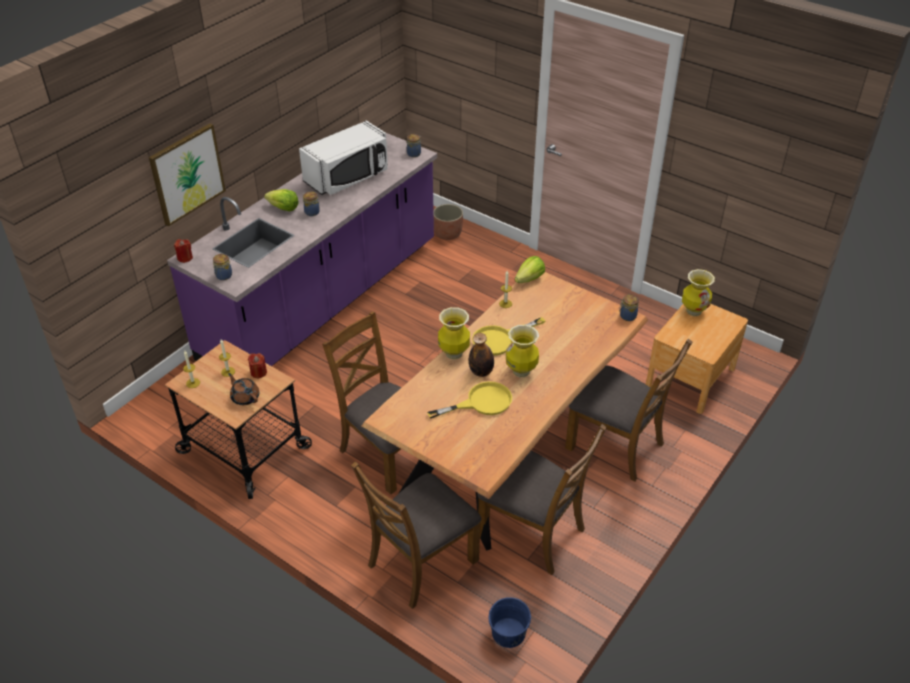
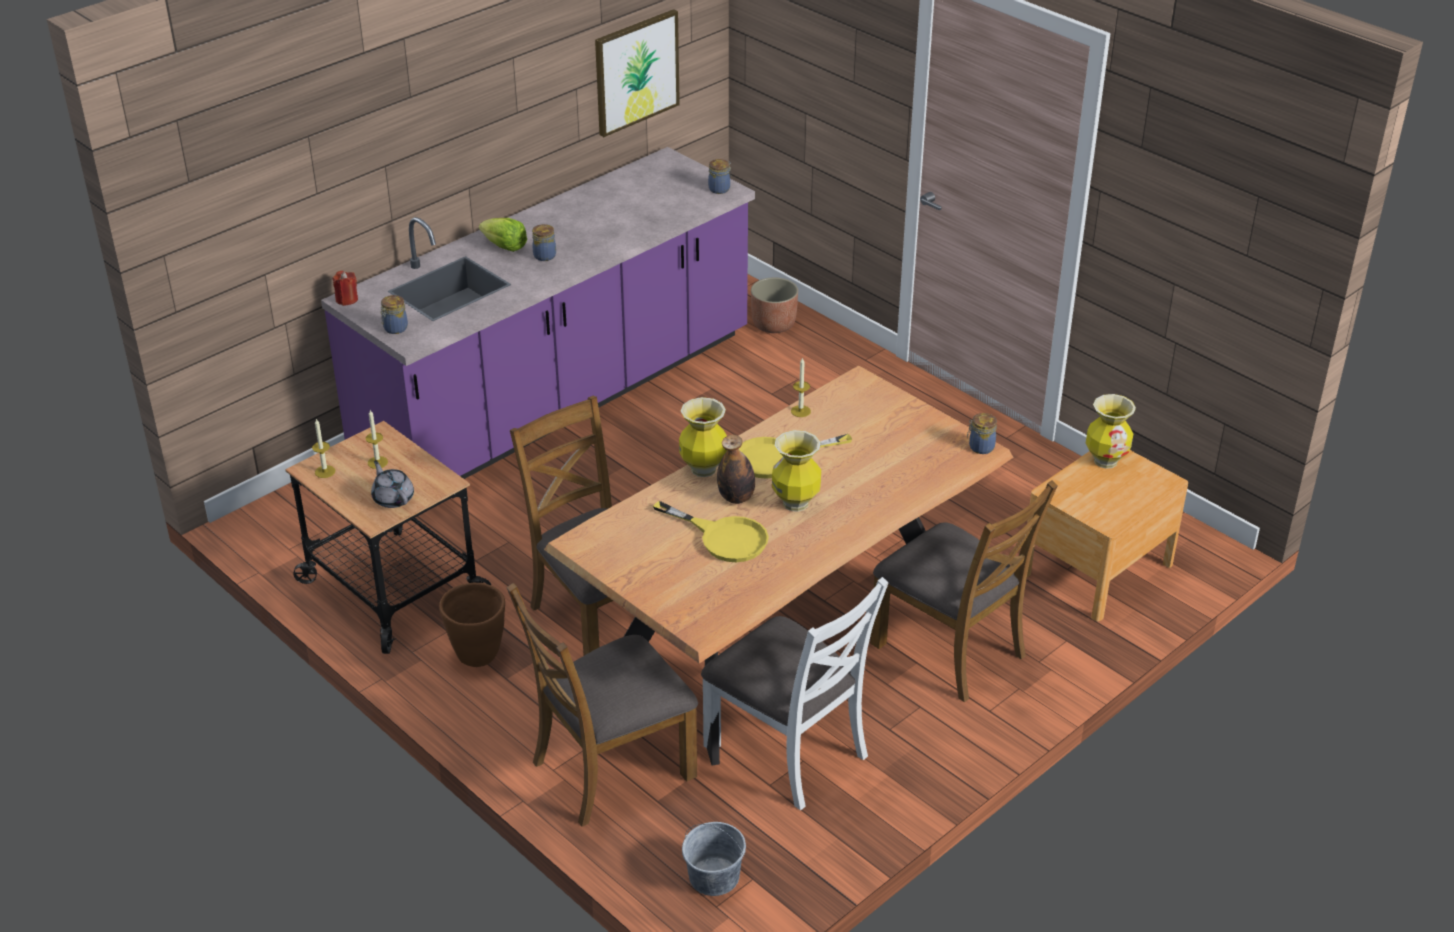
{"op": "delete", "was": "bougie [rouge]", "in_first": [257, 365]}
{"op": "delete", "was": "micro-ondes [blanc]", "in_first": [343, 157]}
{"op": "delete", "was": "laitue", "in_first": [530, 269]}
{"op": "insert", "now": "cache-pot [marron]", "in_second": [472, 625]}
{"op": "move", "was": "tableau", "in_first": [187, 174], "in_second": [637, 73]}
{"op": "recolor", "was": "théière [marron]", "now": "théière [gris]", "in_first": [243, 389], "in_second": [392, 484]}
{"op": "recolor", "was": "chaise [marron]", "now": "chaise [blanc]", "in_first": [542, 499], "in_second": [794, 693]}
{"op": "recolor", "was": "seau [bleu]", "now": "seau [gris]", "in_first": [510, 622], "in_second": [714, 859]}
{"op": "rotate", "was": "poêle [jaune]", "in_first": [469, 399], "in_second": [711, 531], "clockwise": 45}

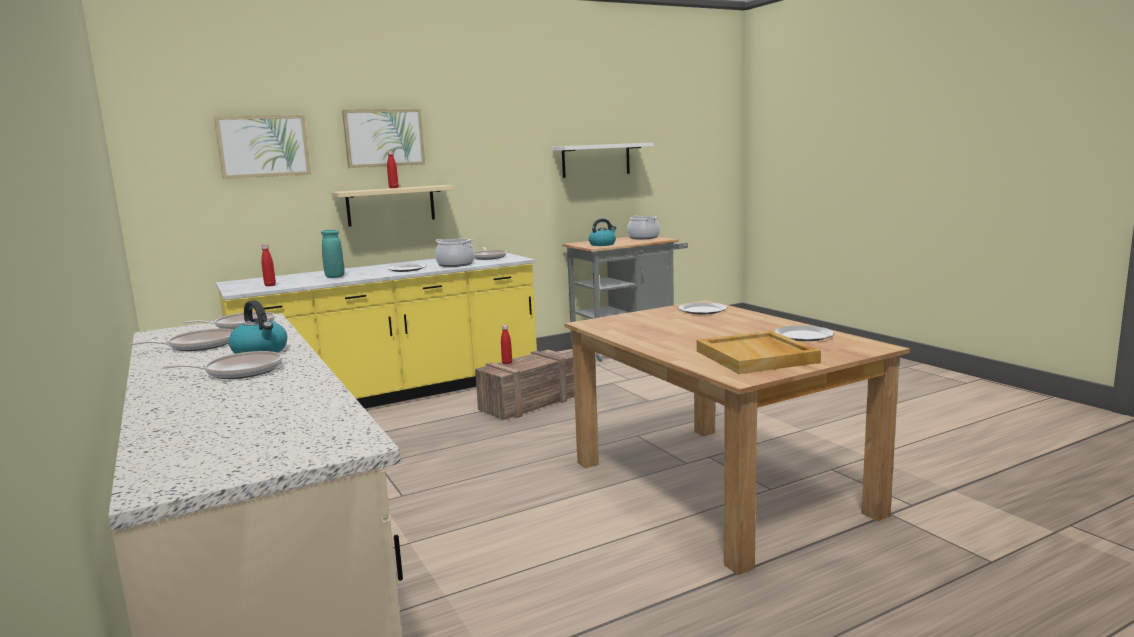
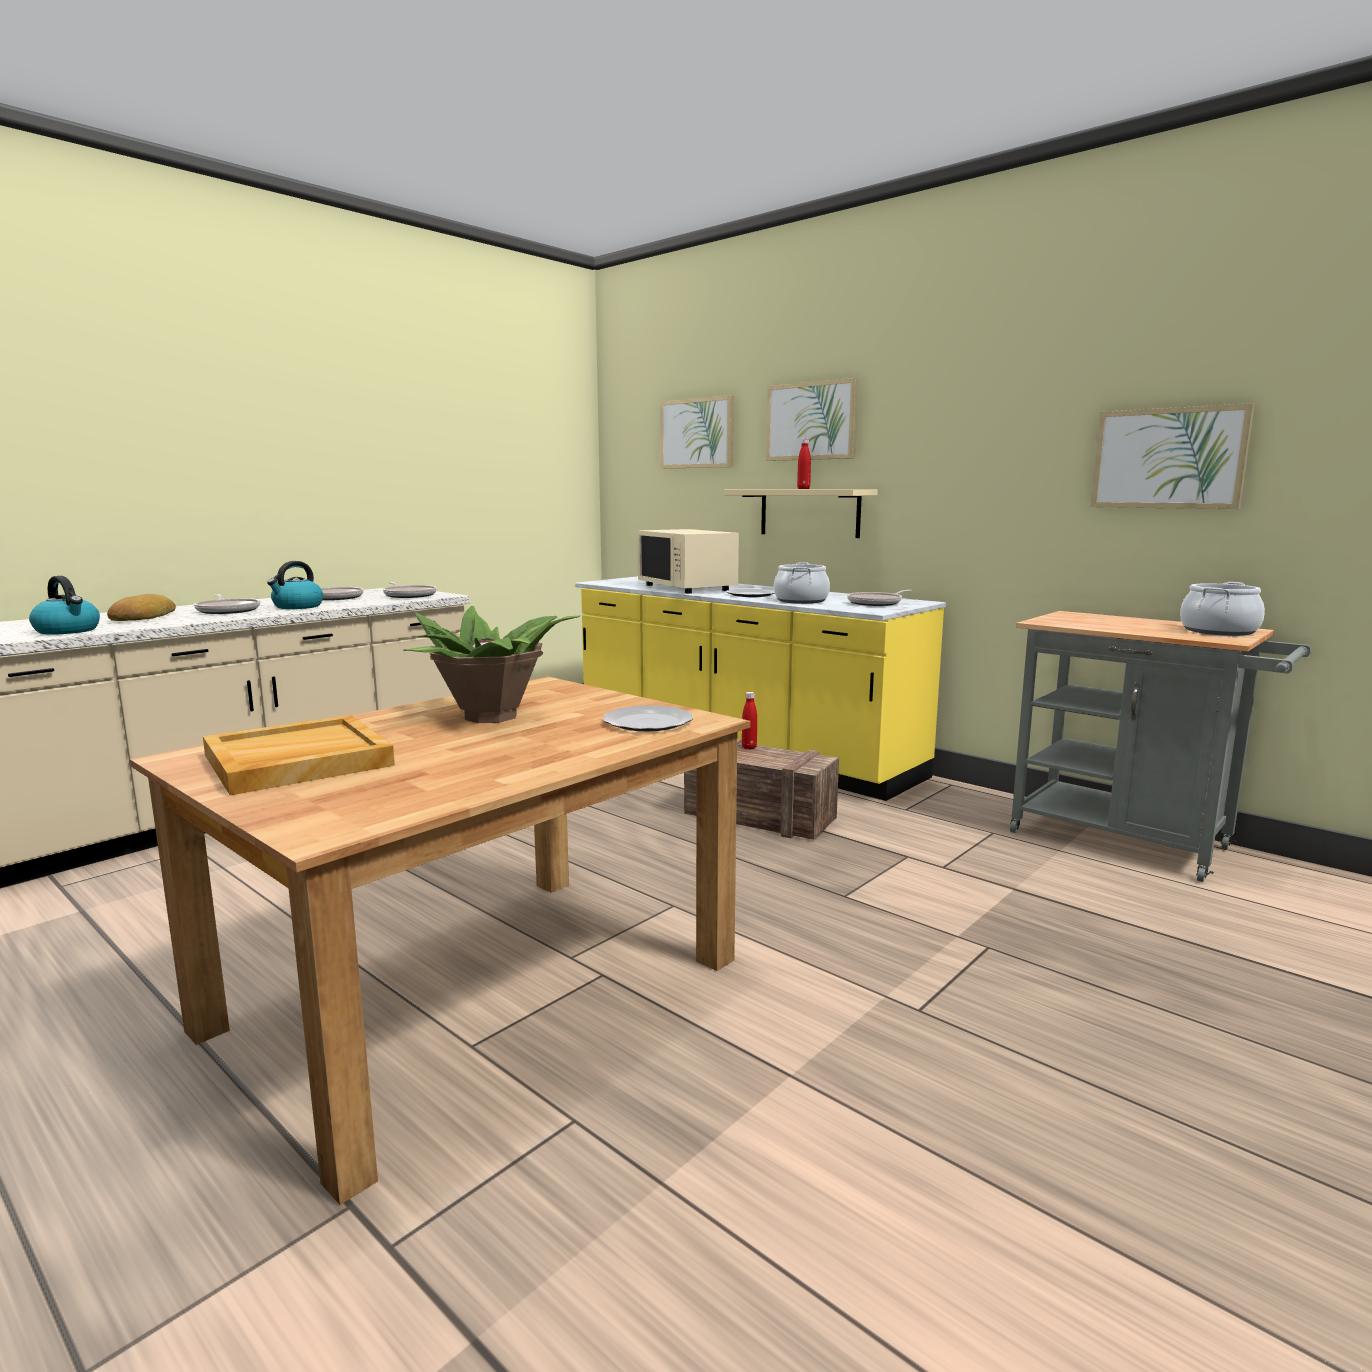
{"op": "delete", "was": "bouteille [rouge]", "in_first": [268, 265]}
{"op": "delete", "was": "assiette", "in_first": [804, 333]}
{"op": "insert", "now": "pain", "in_second": [141, 607]}
{"op": "insert", "now": "plante en pot", "in_second": [491, 664]}
{"op": "move", "was": "bouilloire", "in_first": [602, 232], "in_second": [64, 605]}
{"op": "replace", "was": "vase [turquoise]", "now": "micro-ondes [beige]", "in_first": [333, 254], "in_second": [688, 561]}
{"op": "replace", "was": "étagère [blanc]", "now": "tableau", "in_first": [602, 160], "in_second": [1173, 456]}

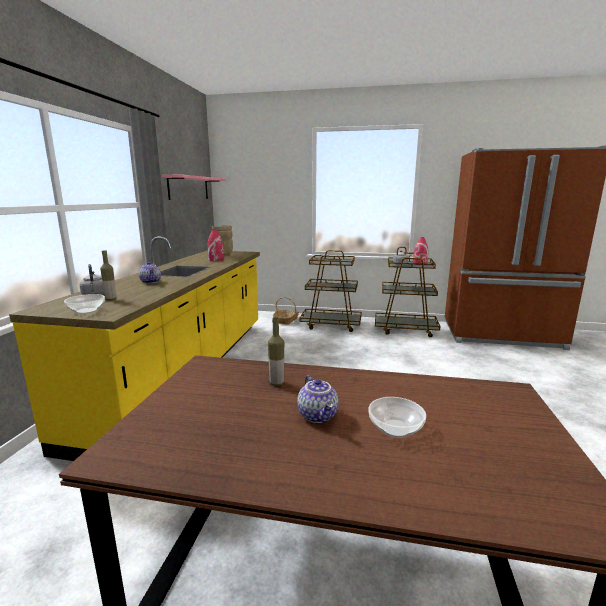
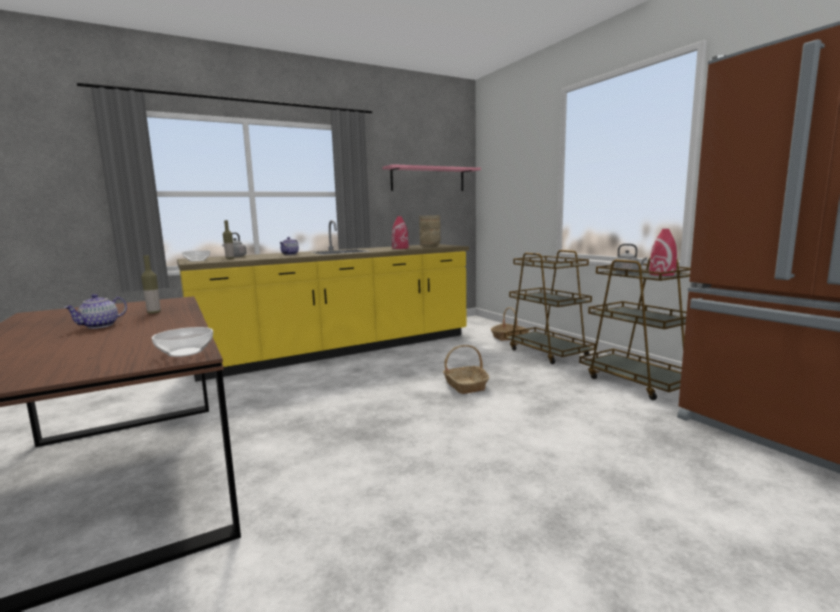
{"op": "insert", "now": "panier", "in_second": [466, 369]}
{"op": "move", "was": "bol", "in_first": [397, 417], "in_second": [182, 342]}

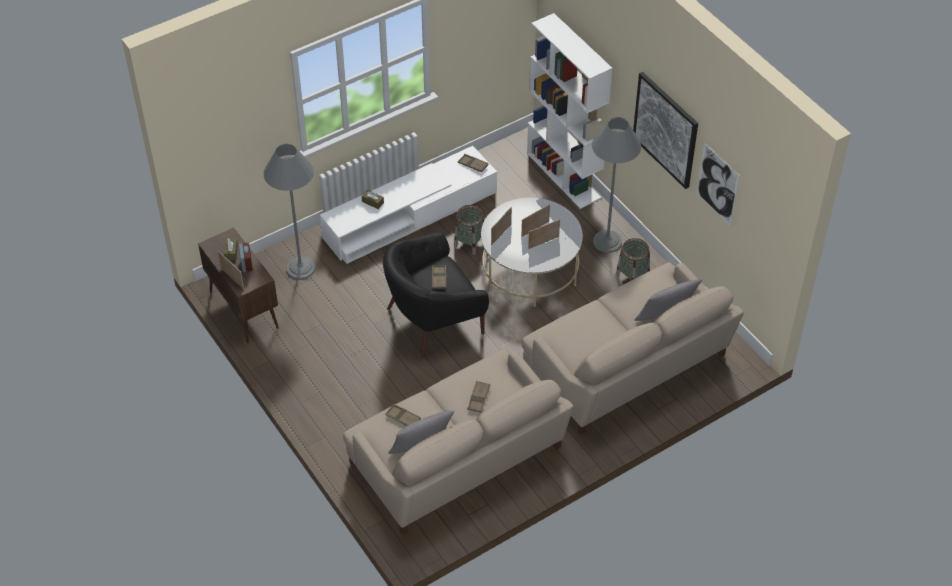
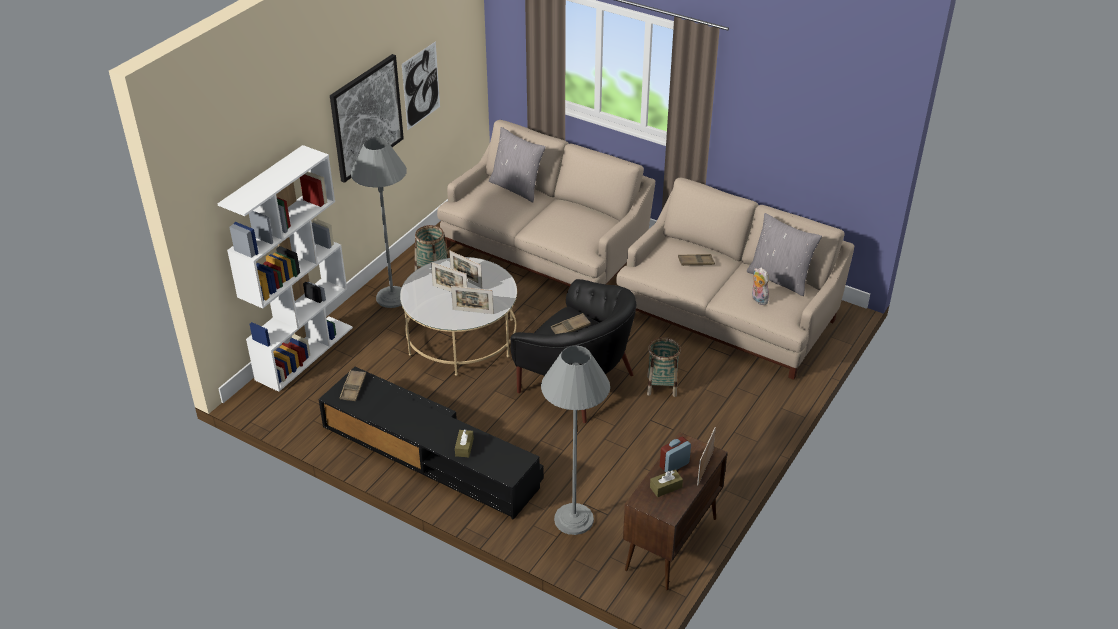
{"op": "move", "was": "panier", "in_first": [469, 230], "in_second": [664, 367]}
{"op": "replace", "was": "plateau [marron]", "now": "peluche", "in_first": [403, 415], "in_second": [760, 286]}
{"op": "recolor", "was": "meuble télé [blanc]", "now": "meuble télé [noir]", "in_first": [408, 205], "in_second": [431, 443]}

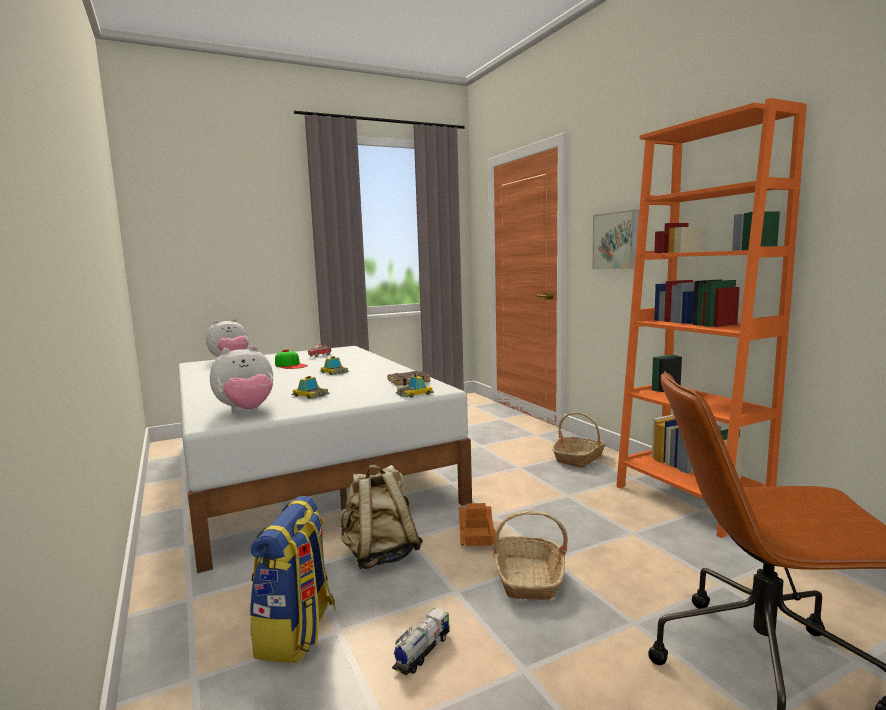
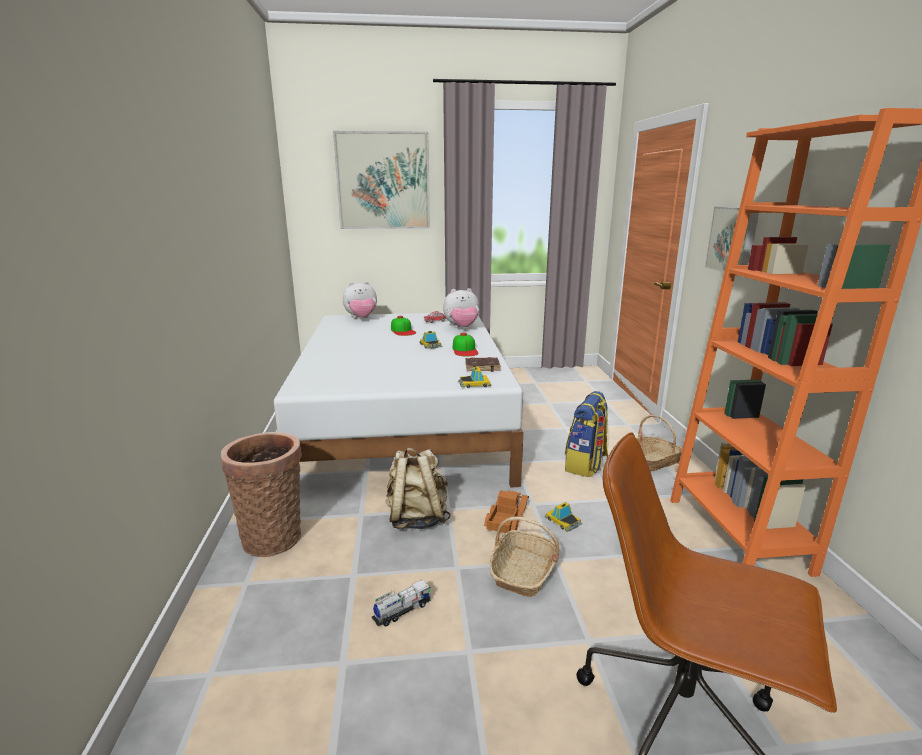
{"op": "insert", "now": "panier", "in_second": [261, 494]}
{"op": "insert", "now": "tableau", "in_second": [381, 180]}
{"op": "insert", "now": "casquette", "in_second": [466, 344]}
{"op": "move", "was": "peluche", "in_first": [241, 378], "in_second": [461, 308]}
{"op": "move", "was": "sac à dos", "in_first": [293, 579], "in_second": [586, 434]}
{"op": "move", "was": "petite voiture", "in_first": [310, 387], "in_second": [563, 517]}

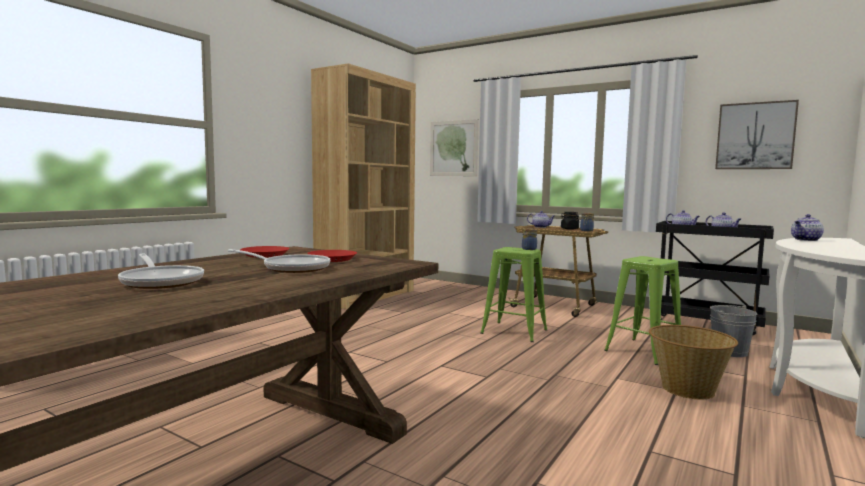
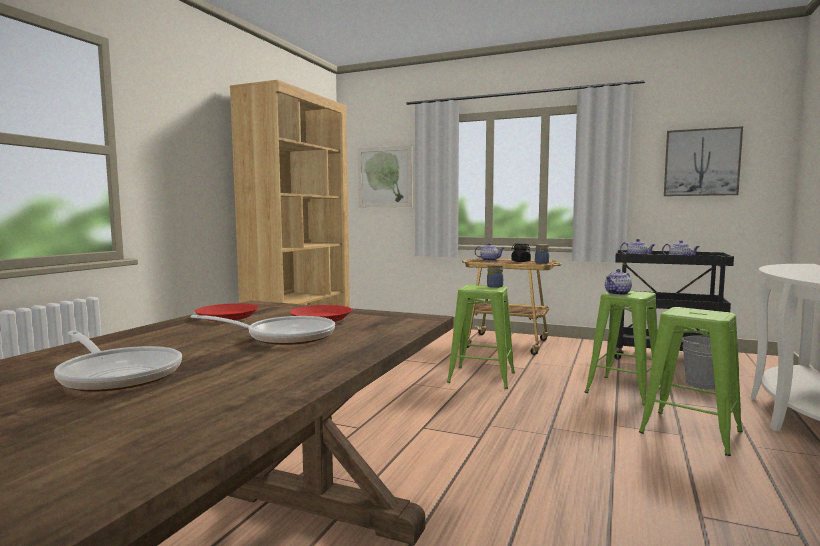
{"op": "move", "was": "théière", "in_first": [807, 227], "in_second": [618, 282]}
{"op": "replace", "was": "panier", "now": "tabouret [vert]", "in_first": [693, 362], "in_second": [691, 381]}

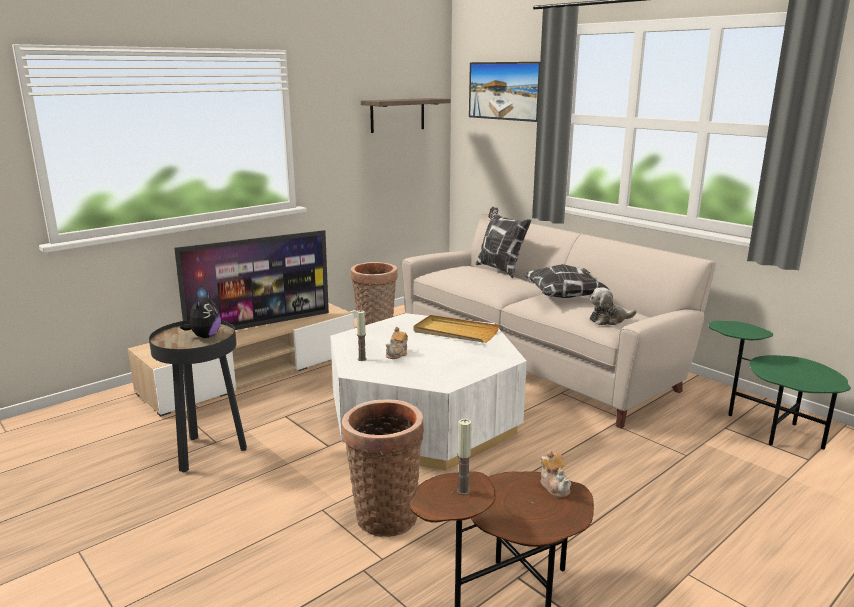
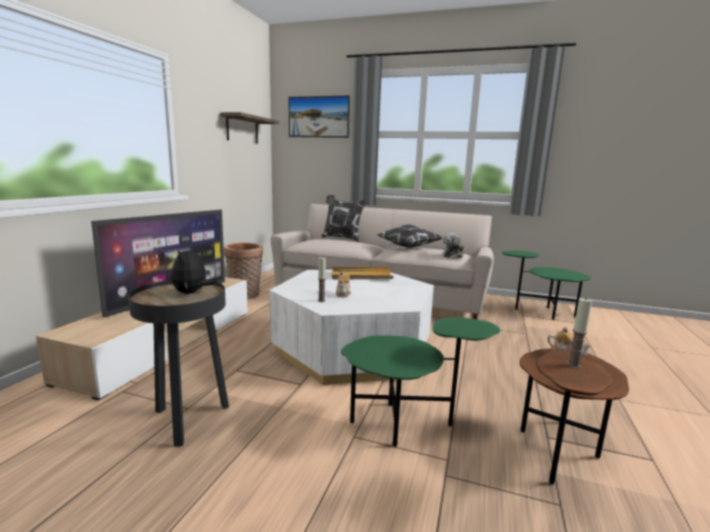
{"op": "replace", "was": "panier", "now": "table d'appoint [vert]", "in_first": [383, 468], "in_second": [420, 382]}
{"op": "rotate", "was": "peluche", "in_first": [200, 314], "in_second": [194, 269], "clockwise": -150}

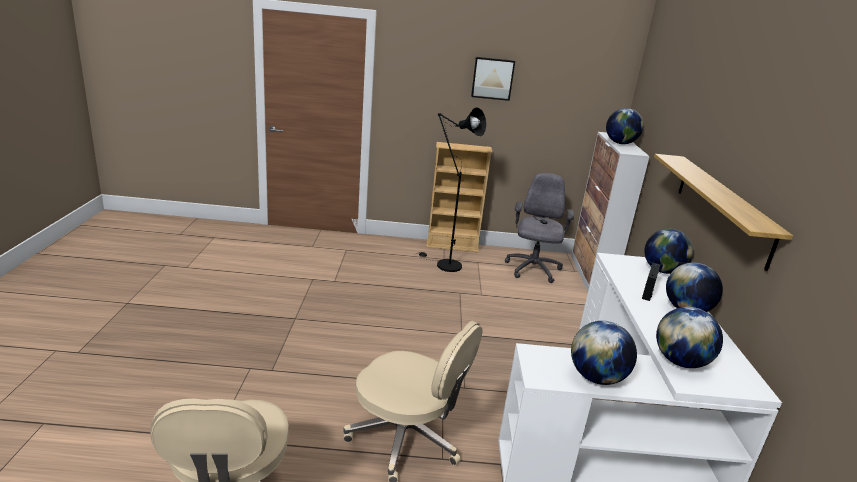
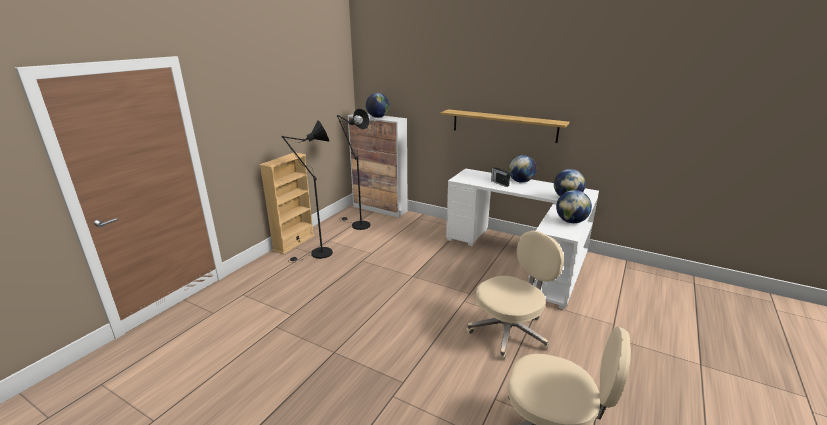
{"op": "delete", "was": "tableau", "in_first": [493, 79]}
{"op": "delete", "was": "globe", "in_first": [668, 251]}
{"op": "replace", "was": "chaise de bureau [gris]", "now": "lampadaire [noir]", "in_first": [539, 228], "in_second": [353, 169]}

